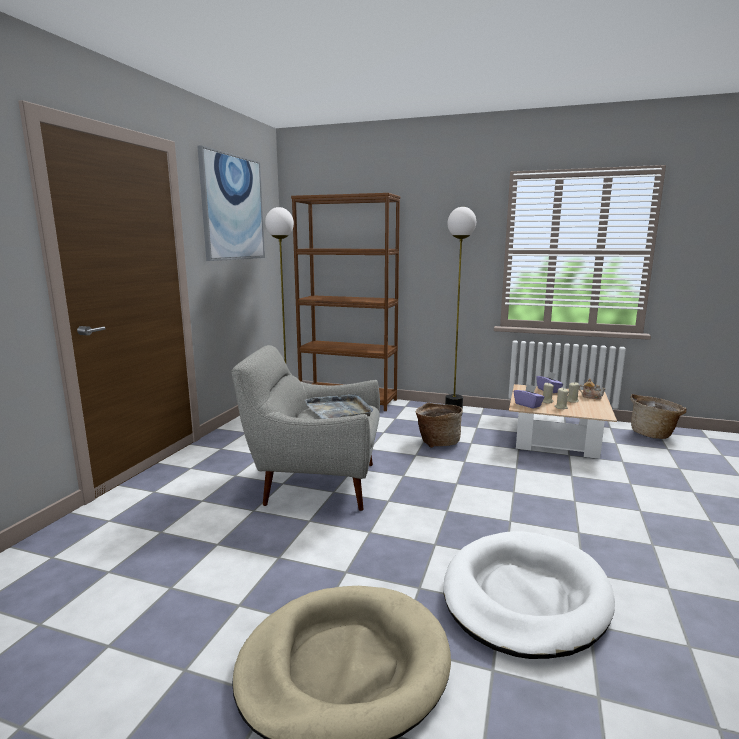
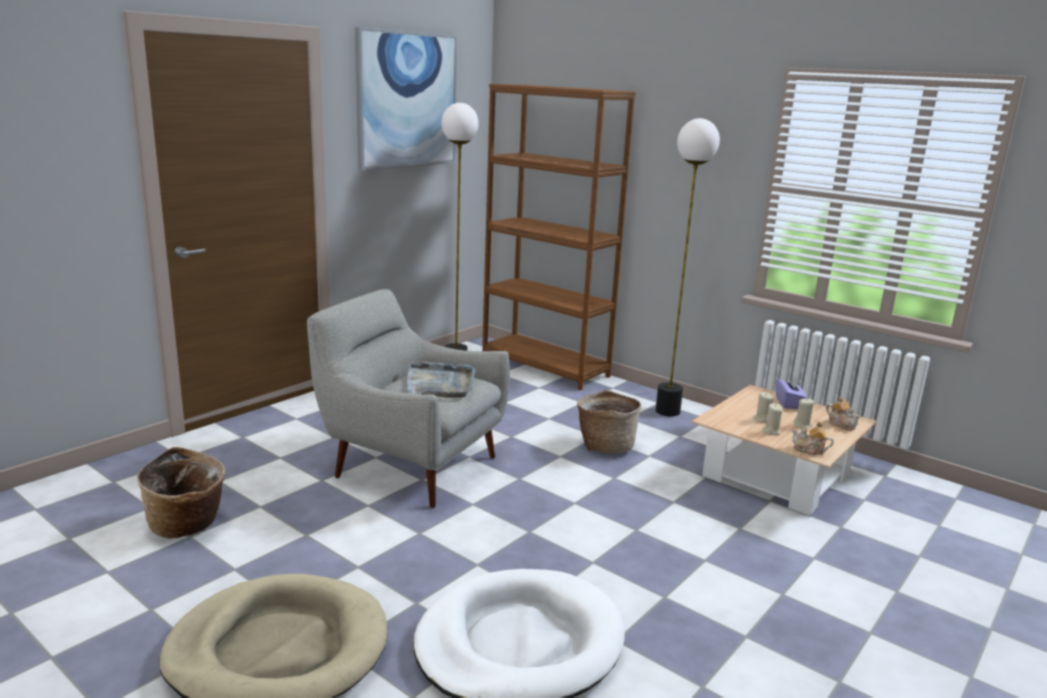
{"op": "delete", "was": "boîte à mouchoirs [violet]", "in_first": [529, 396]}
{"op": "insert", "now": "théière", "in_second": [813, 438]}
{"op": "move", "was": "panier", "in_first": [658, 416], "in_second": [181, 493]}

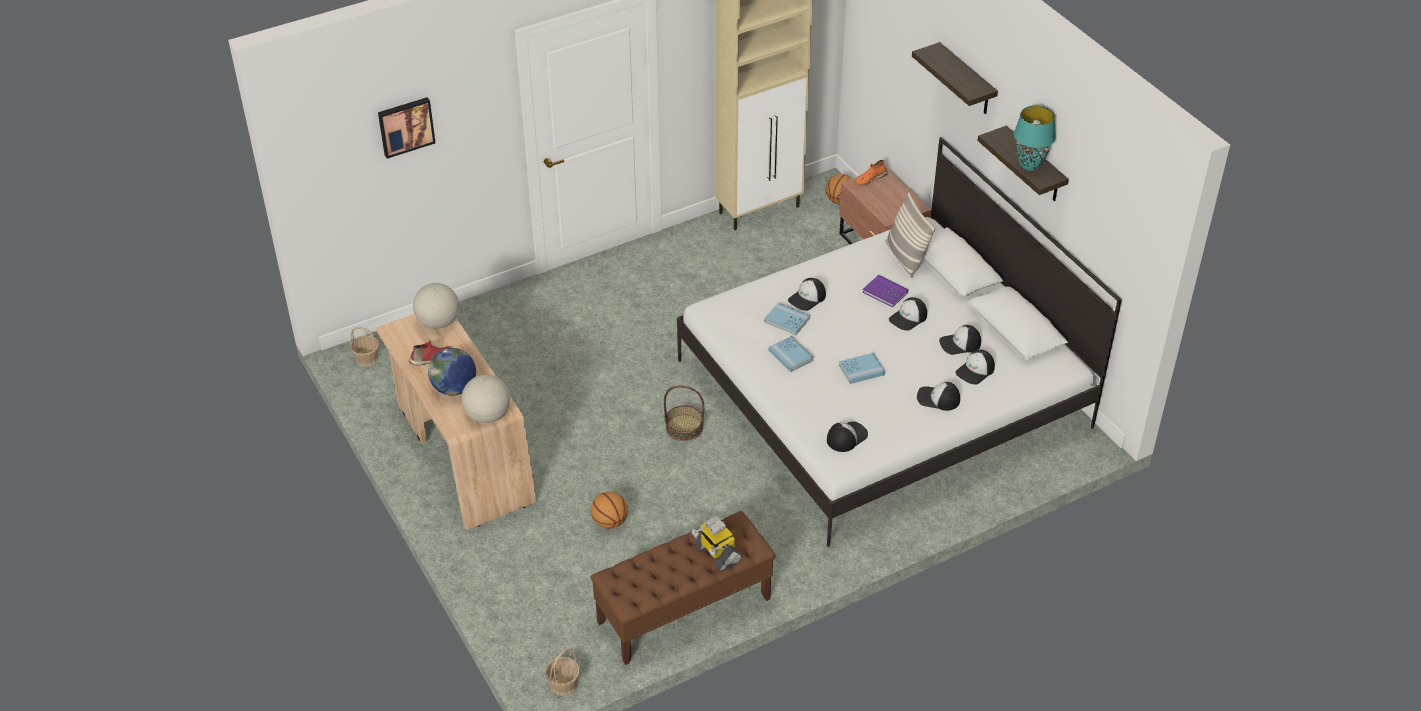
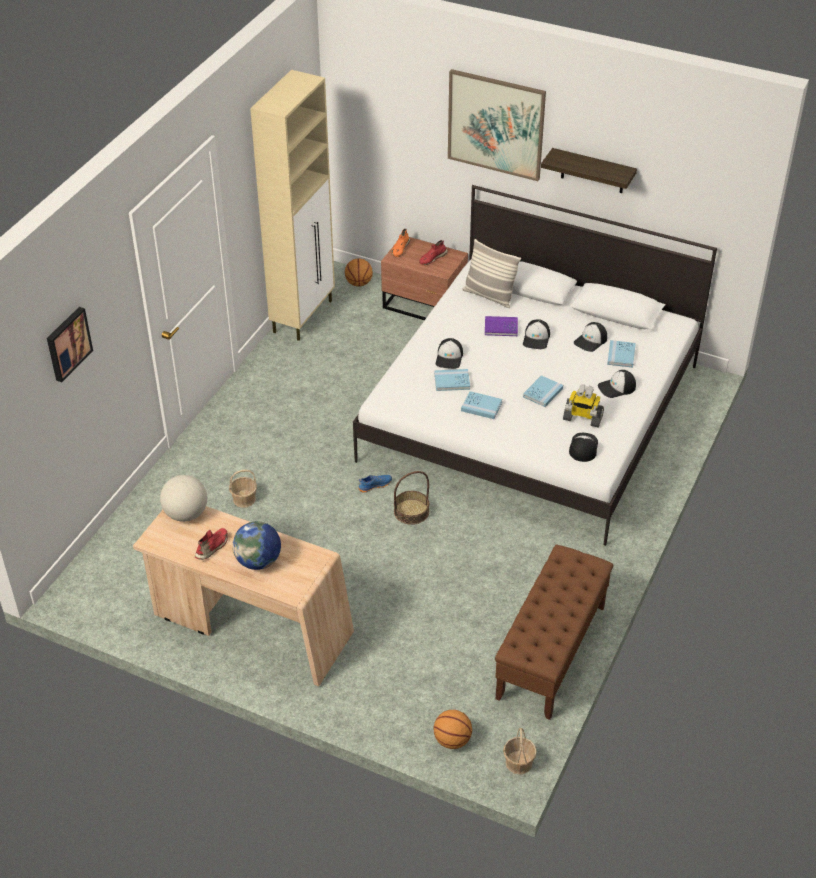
{"op": "delete", "was": "globe", "in_first": [485, 399]}
{"op": "delete", "was": "lampe de table [turquoise]", "in_first": [1035, 138]}
{"op": "insert", "now": "chaussure [bleu]", "in_second": [375, 483]}
{"op": "insert", "now": "chaussure [rouge]", "in_second": [433, 252]}
{"op": "move", "was": "panier", "in_first": [364, 347], "in_second": [243, 489]}
{"op": "move", "was": "ballon de basket", "in_first": [609, 510], "in_second": [452, 729]}
{"op": "move", "was": "robot jouet", "in_first": [717, 544], "in_second": [583, 406]}
{"op": "replace", "was": "étagère", "now": "tableau", "in_first": [955, 78], "in_second": [497, 125]}
{"op": "replace", "was": "casquette", "now": "livre [bleu]", "in_first": [975, 366], "in_second": [621, 354]}

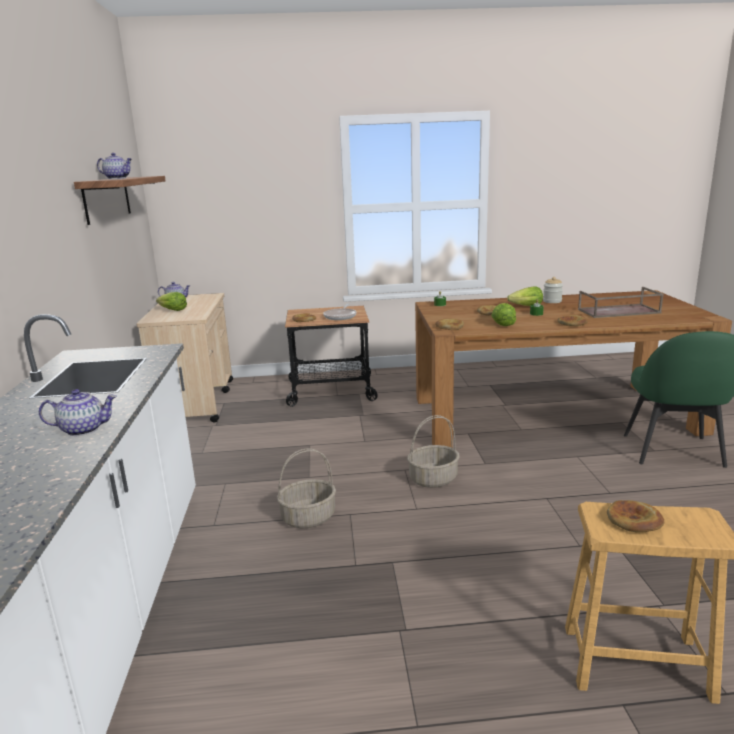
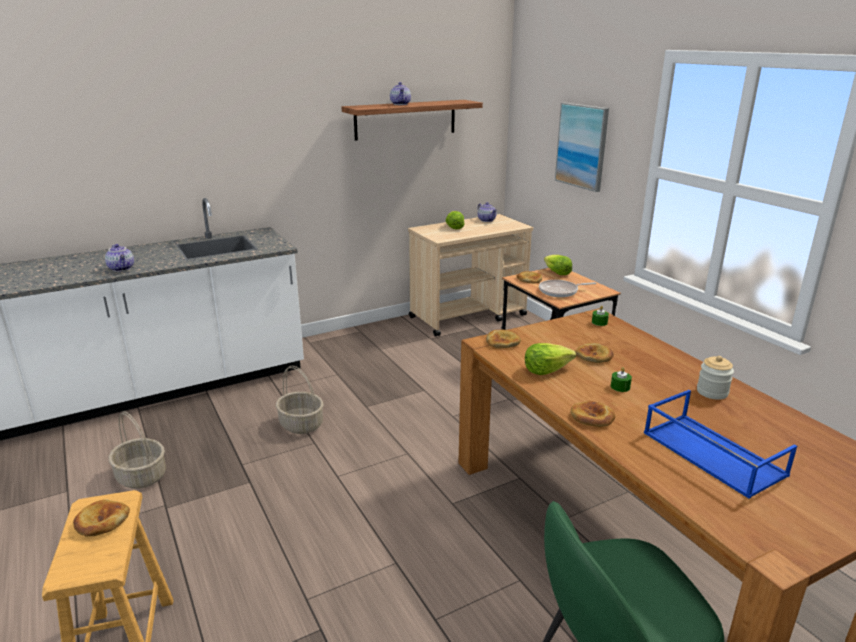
{"op": "insert", "now": "tableau", "in_second": [582, 147]}
{"op": "move", "was": "panier", "in_first": [433, 451], "in_second": [137, 450]}
{"op": "move", "was": "laitue", "in_first": [525, 296], "in_second": [558, 265]}
{"op": "recolor", "was": "plateau [marron]", "now": "plateau [bleu]", "in_first": [621, 302], "in_second": [720, 444]}

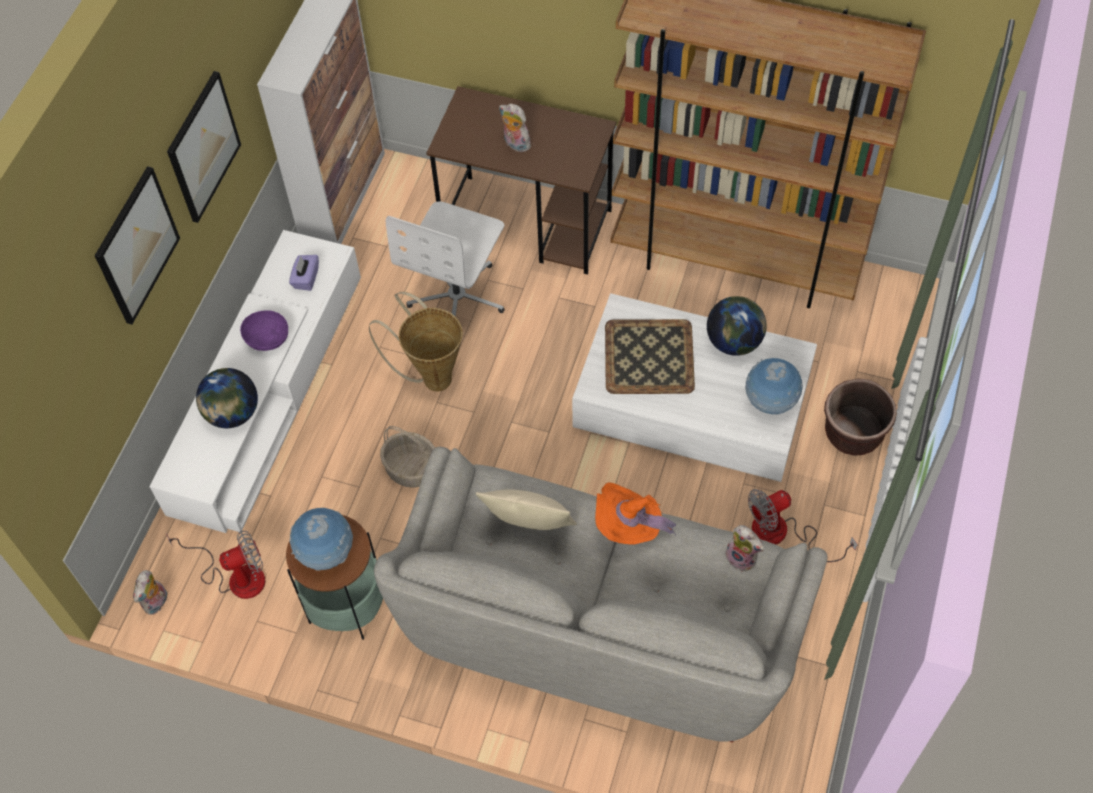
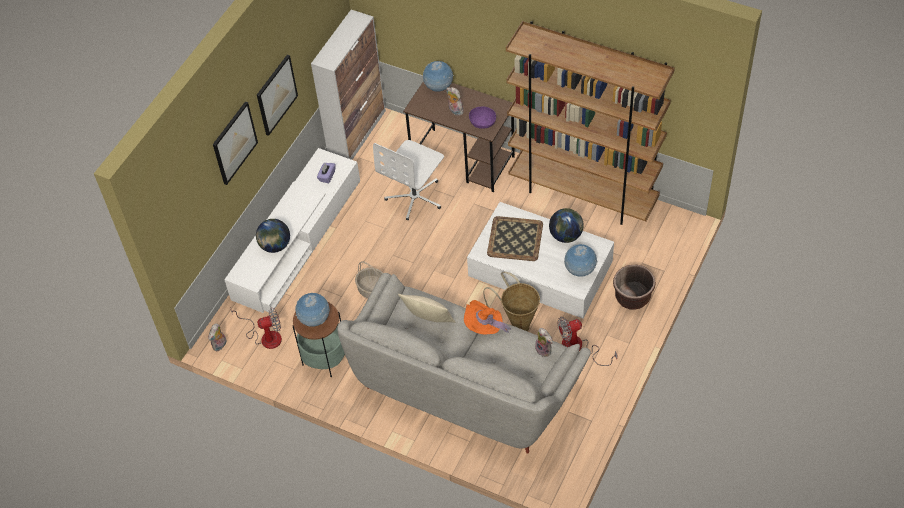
{"op": "insert", "now": "globe", "in_second": [438, 76]}
{"op": "move", "was": "bol [violet]", "in_first": [264, 330], "in_second": [482, 118]}
{"op": "move", "was": "panier", "in_first": [415, 341], "in_second": [511, 302]}

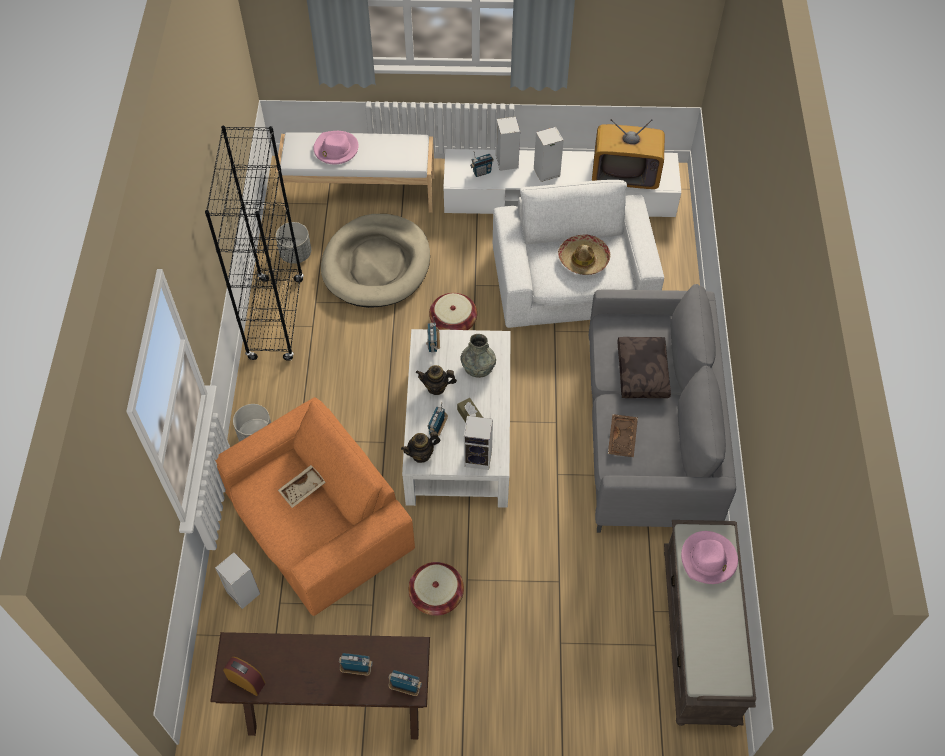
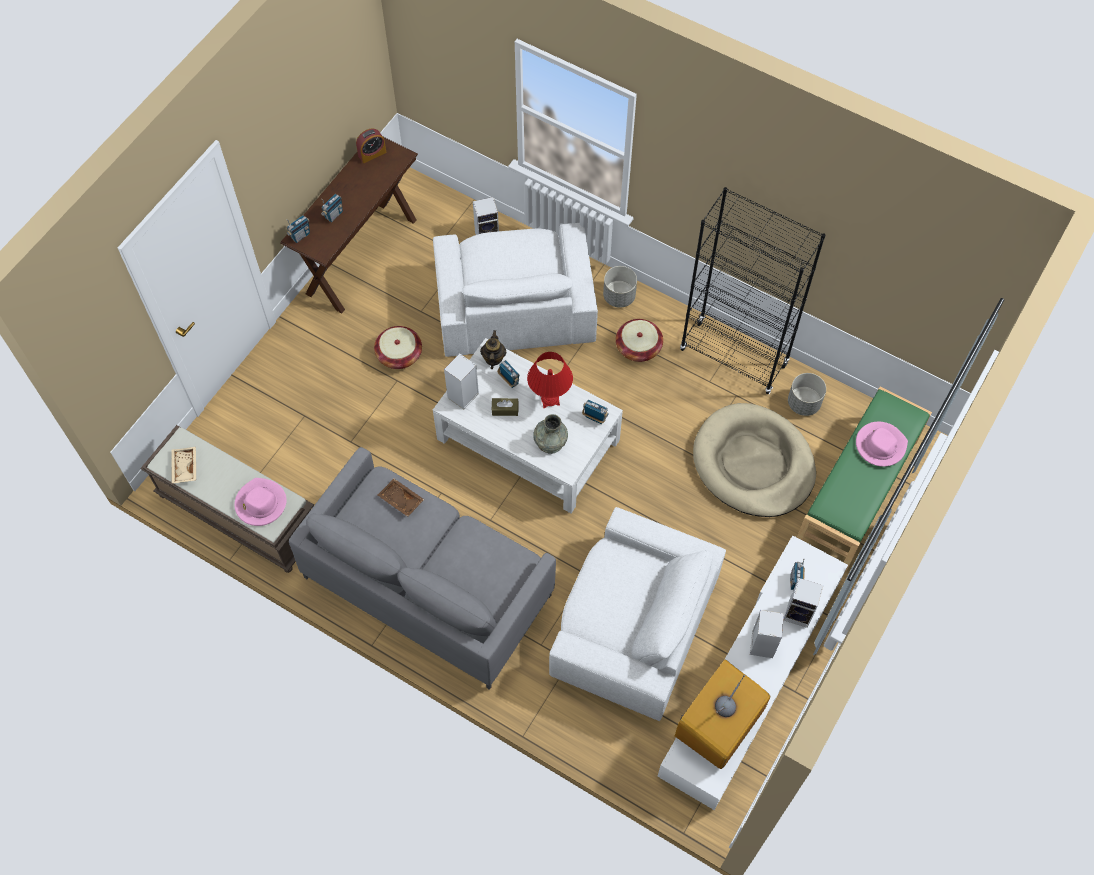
{"op": "delete", "was": "chapeau", "in_first": [584, 254]}
{"op": "delete", "was": "coussin [marron]", "in_first": [644, 367]}
{"op": "move", "was": "plateau [beige]", "in_first": [302, 486], "in_second": [183, 465]}
{"op": "move", "was": "panier", "in_first": [453, 311], "in_second": [639, 340]}
{"op": "replace", "was": "théière", "now": "lampe de table [rouge]", "in_first": [436, 380], "in_second": [550, 380]}
{"op": "recolor", "was": "fauteuil [orange]", "now": "fauteuil [blanc]", "in_first": [315, 506], "in_second": [515, 290]}
{"op": "recolor", "was": "banc [blanc]", "now": "banc [vert]", "in_first": [355, 172], "in_second": [864, 479]}

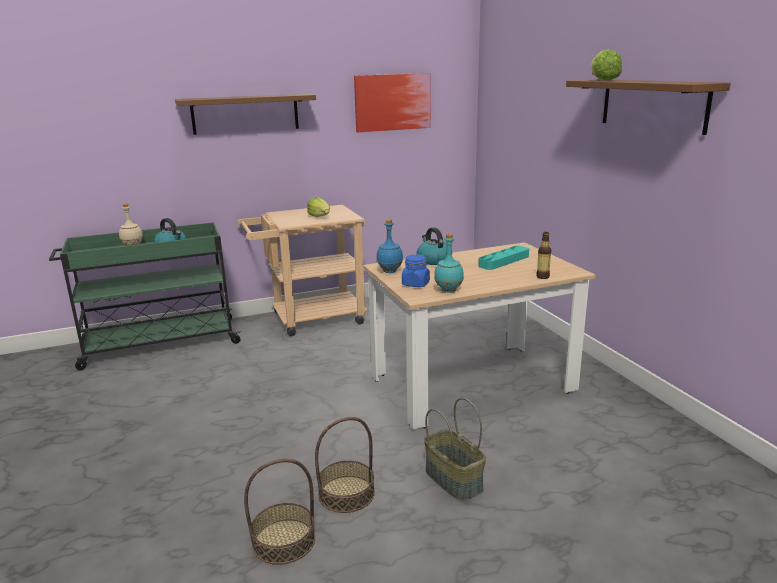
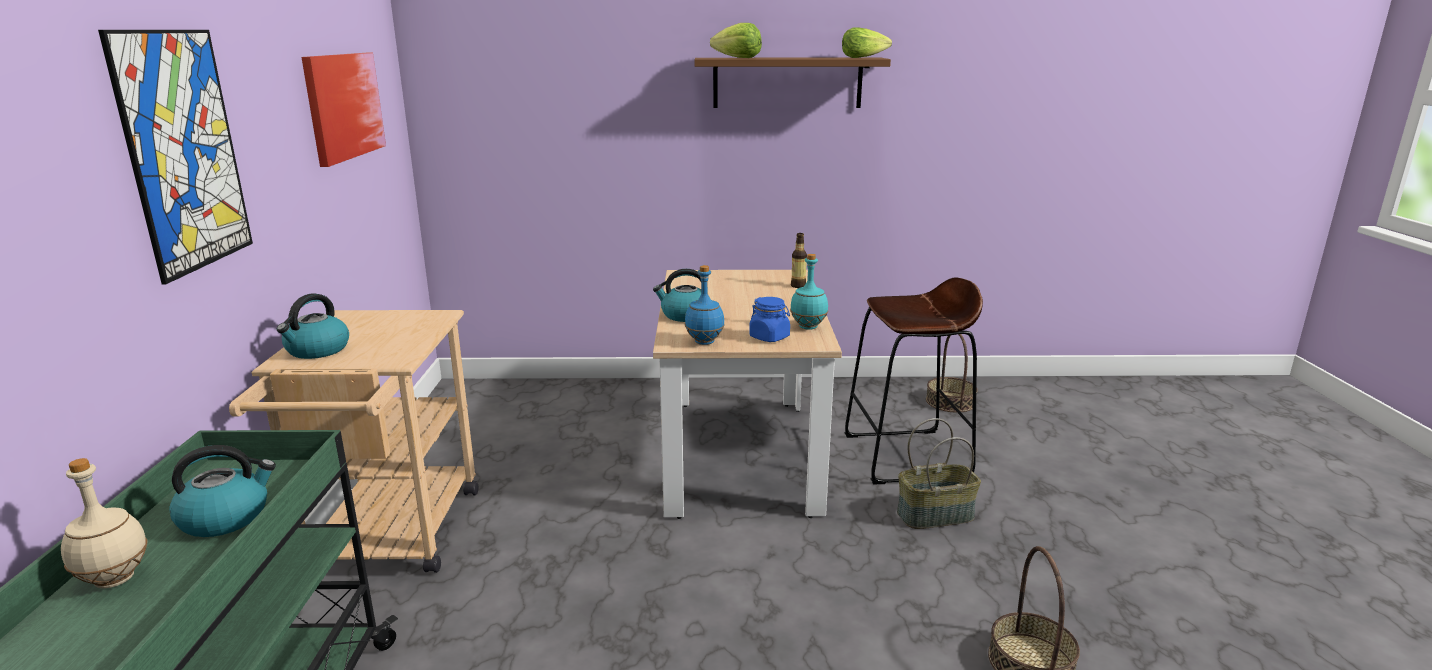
{"op": "delete", "was": "plateau [turquoise]", "in_first": [503, 258]}
{"op": "insert", "now": "bouilloire", "in_second": [313, 326]}
{"op": "insert", "now": "tabouret [marron]", "in_second": [913, 381]}
{"op": "move", "was": "laitue", "in_first": [318, 207], "in_second": [867, 42]}
{"op": "move", "was": "panier", "in_first": [345, 465], "in_second": [952, 373]}
{"op": "replace", "was": "étagère [marron]", "now": "tableau", "in_first": [245, 114], "in_second": [175, 157]}

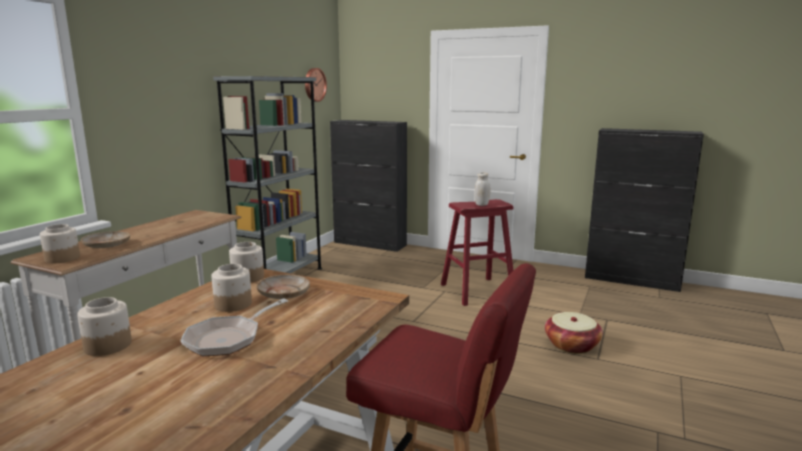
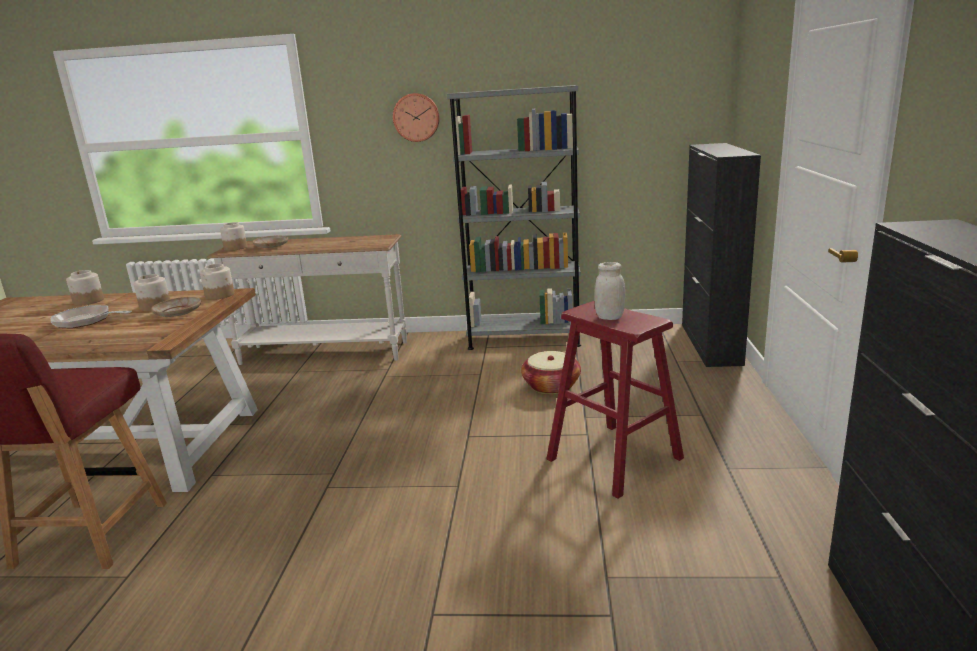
{"op": "move", "was": "horloge murale", "in_first": [316, 85], "in_second": [416, 117]}
{"op": "move", "was": "panier", "in_first": [574, 333], "in_second": [551, 372]}

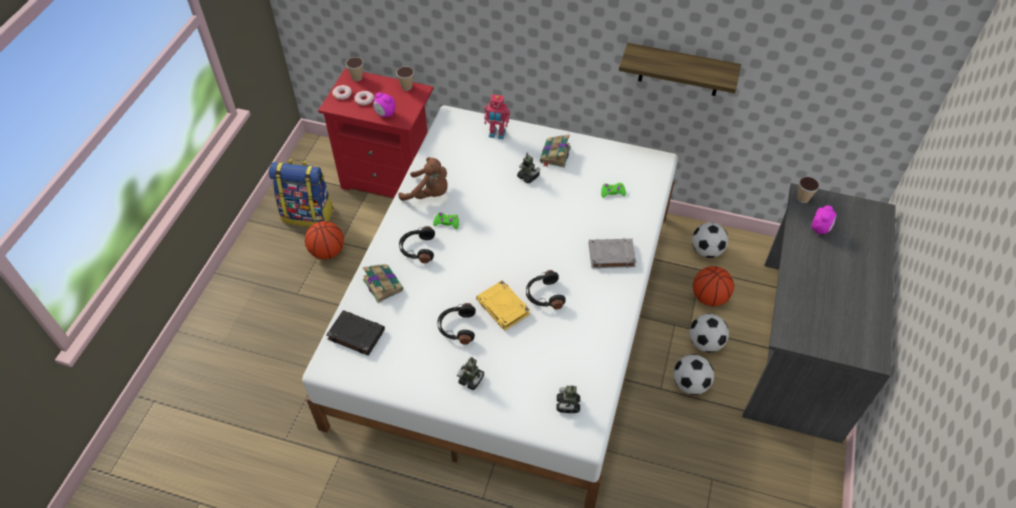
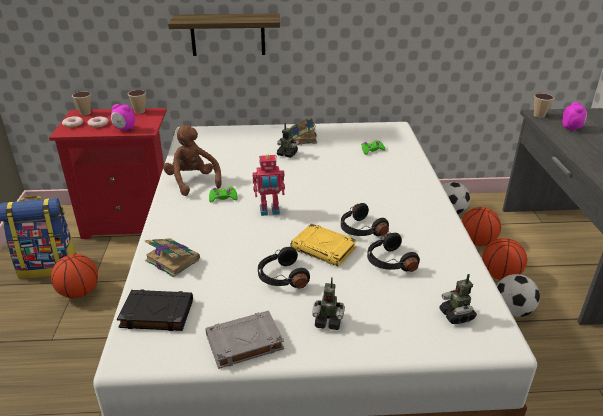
{"op": "move", "was": "casque audio [noir]", "in_first": [417, 244], "in_second": [393, 252]}
{"op": "move", "was": "robot jouet", "in_first": [497, 116], "in_second": [269, 185]}
{"op": "move", "was": "livre [gris]", "in_first": [612, 253], "in_second": [244, 340]}
{"op": "move", "was": "étagère", "in_first": [680, 69], "in_second": [224, 34]}
{"op": "replace", "was": "ballon de foot", "now": "ballon de basket", "in_first": [709, 333], "in_second": [504, 259]}
{"op": "rotate", "was": "peluche [marron]", "in_first": [423, 179], "in_second": [192, 160], "clockwise": -120}

